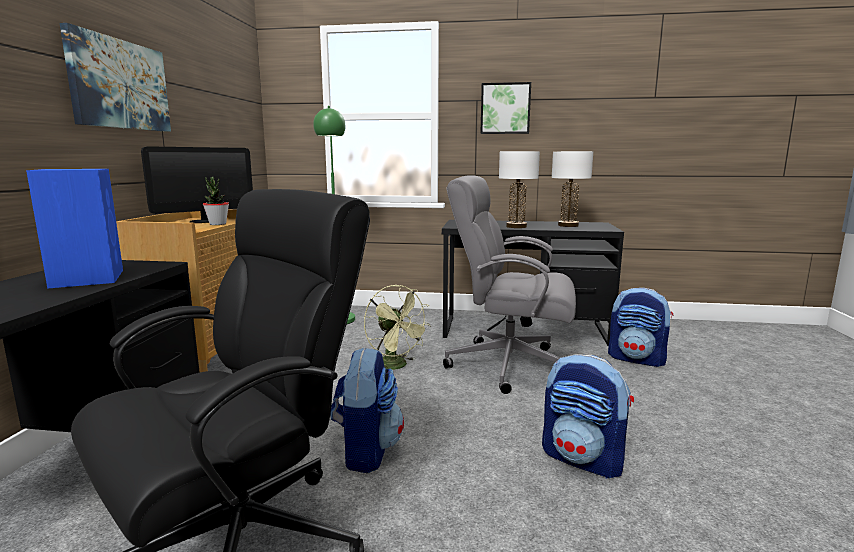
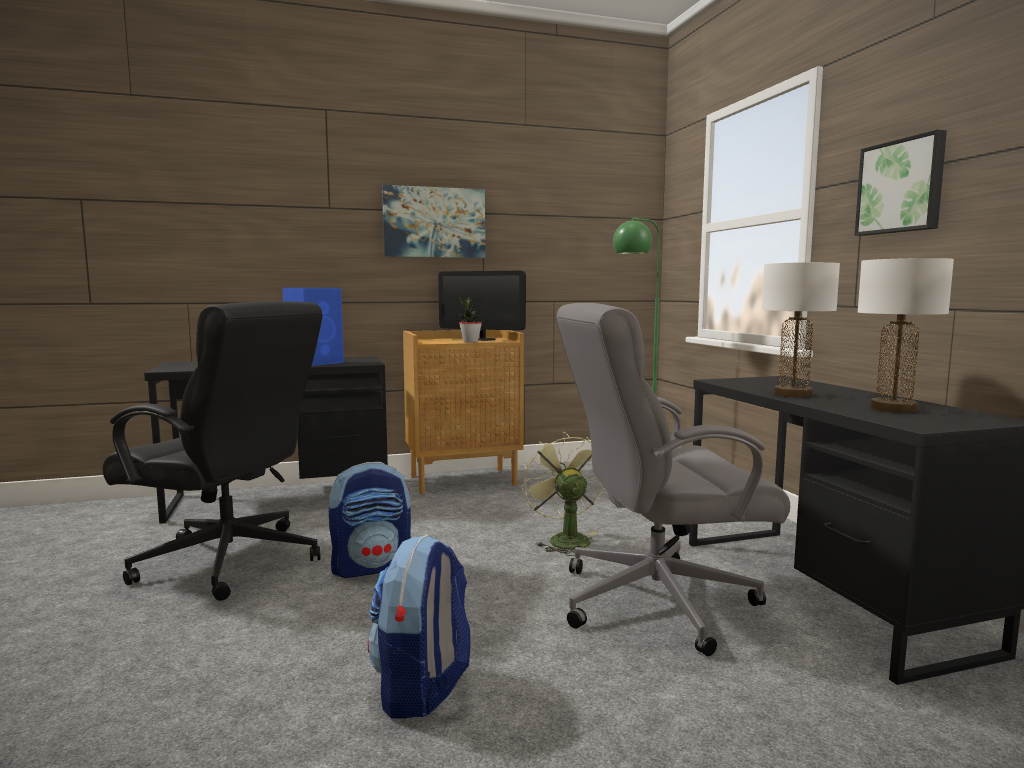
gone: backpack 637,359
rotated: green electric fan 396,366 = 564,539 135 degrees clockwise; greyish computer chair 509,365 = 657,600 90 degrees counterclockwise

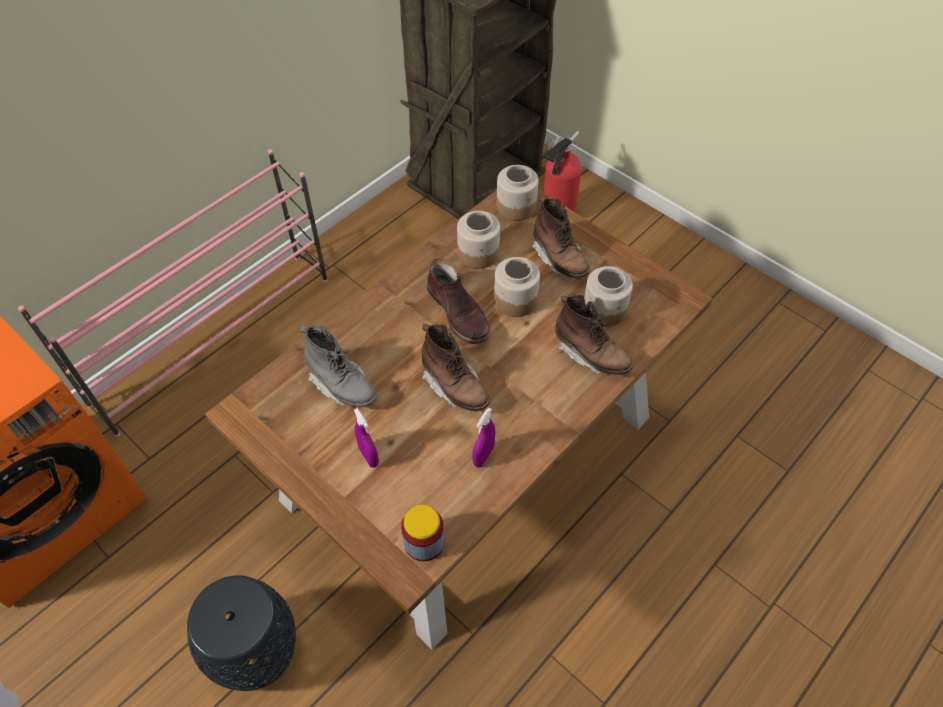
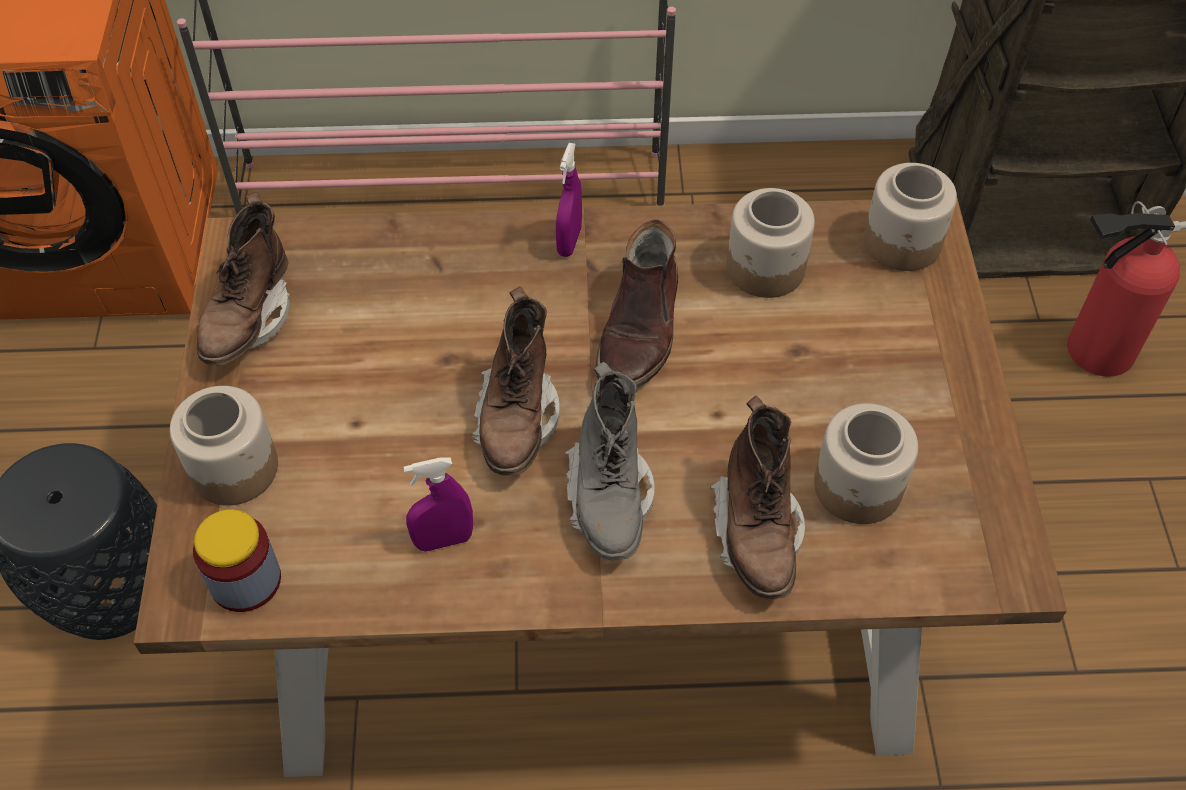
shifted: preserve jar 515,300 to 234,467; brown-coloured boot 559,259 to 248,319; purple-coloured spray bottle 369,456 to 569,241; greyish boot 342,385 to 609,497

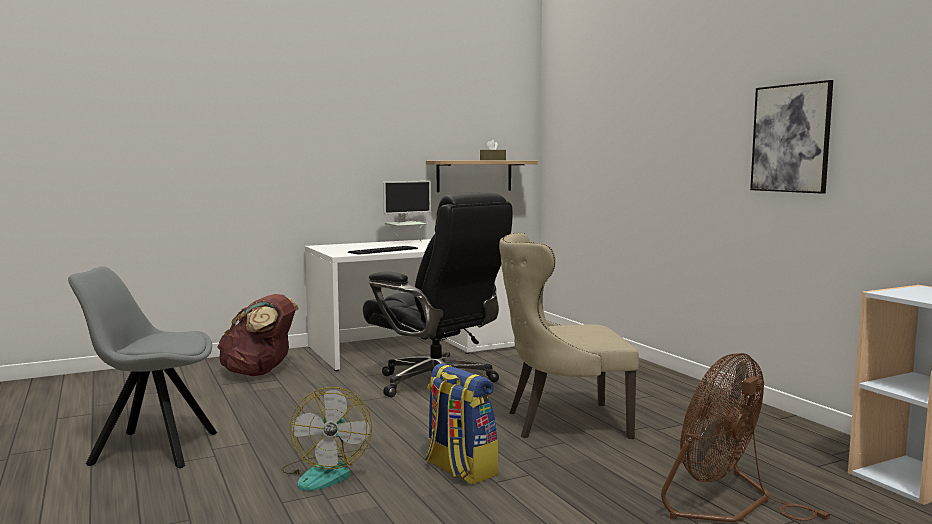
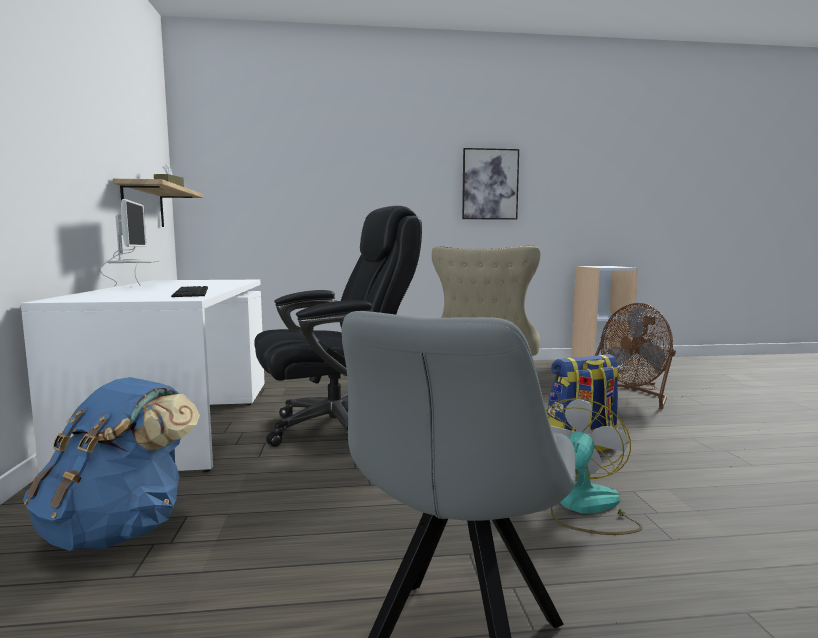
repainted: brown-coloured backpack 260,373 to bluish backpack 120,529
rotated: electric fan 325,473 = 585,507 75 degrees counterclockwise

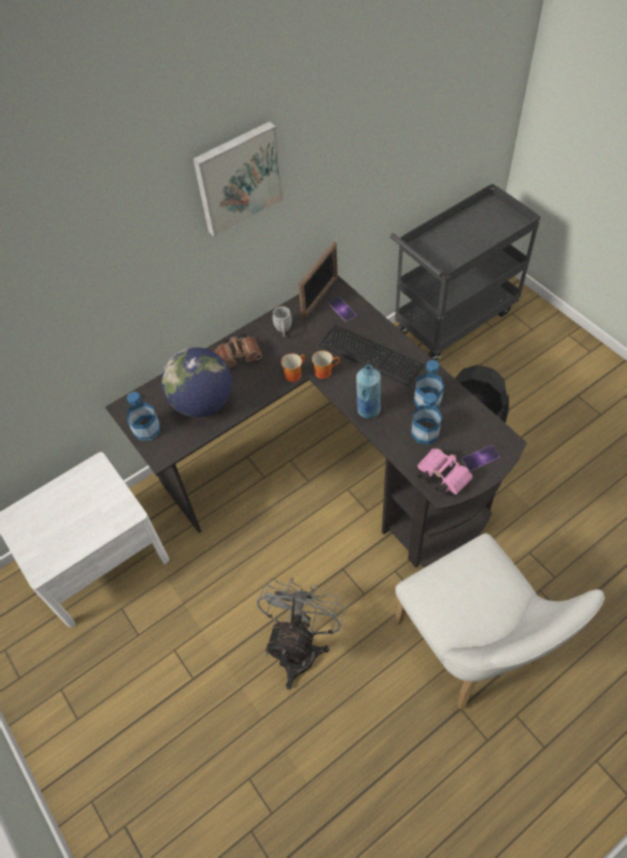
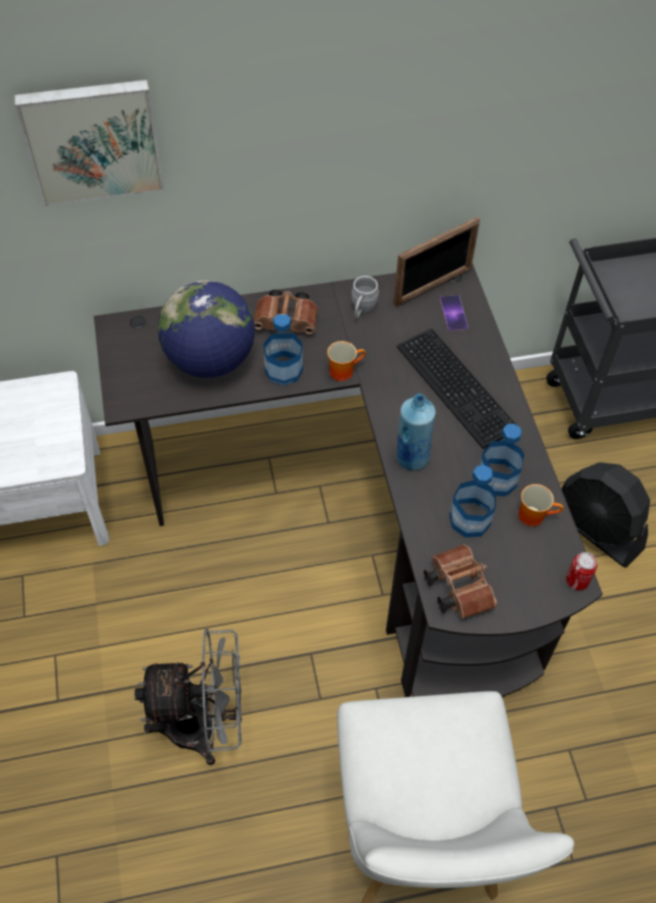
gone: handset 481,458
new: metal can 577,580
shifted: wall picture 237,177 to 92,140; beverage bottle 147,429 to 283,370; mug 324,371 to 534,514
repainted: pinkish binoculars 440,477 to brown-coloured binoculars 457,586
rotated: greyish electric fan 300,647 = 205,726 45 degrees clockwise

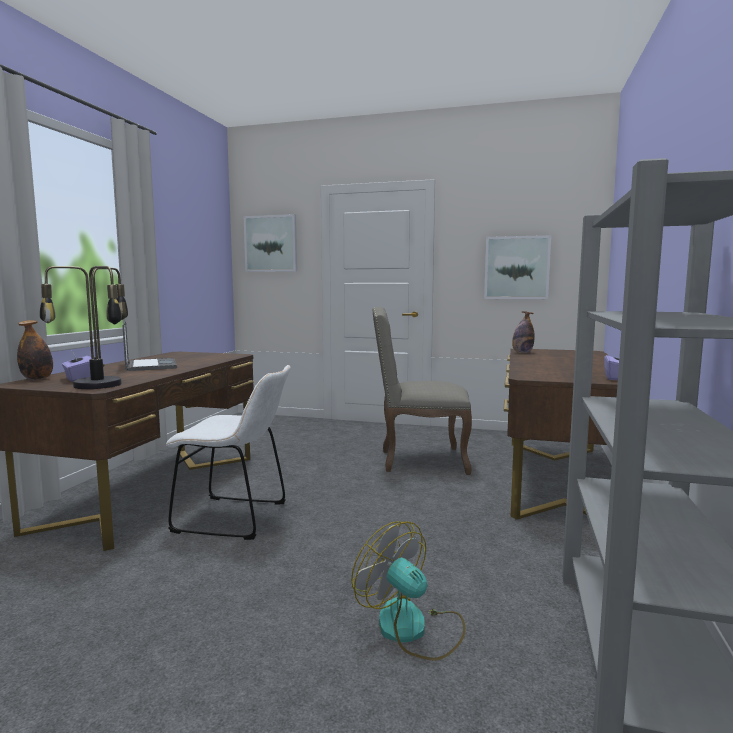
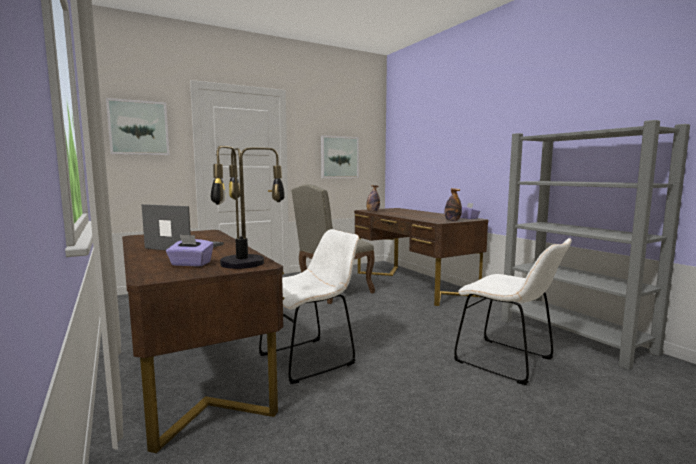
shifted: beverage bottle 37,379 to 452,221
swapped: electric fan 412,629 to white plain chair 508,362

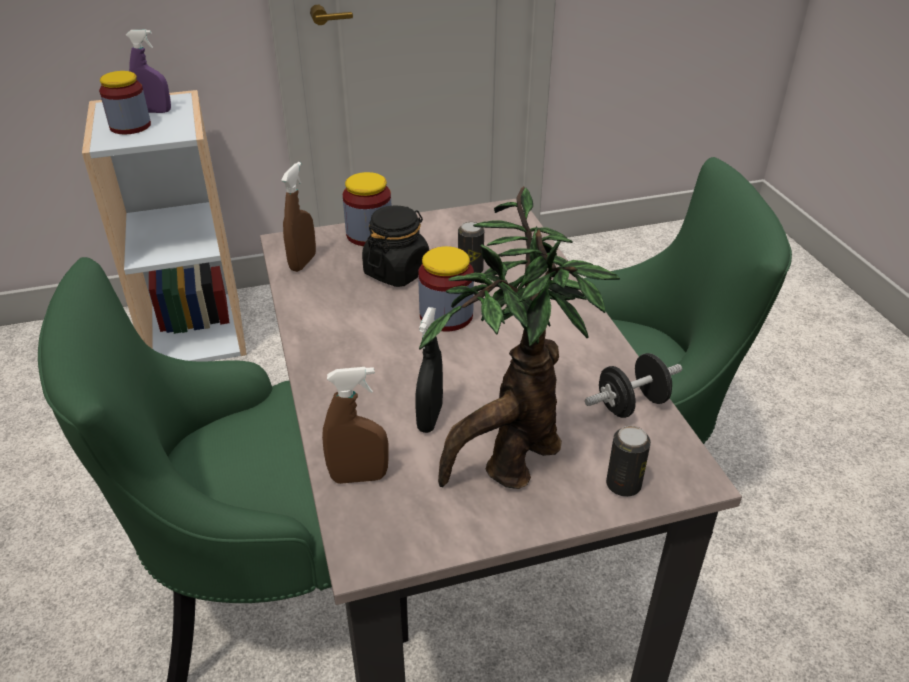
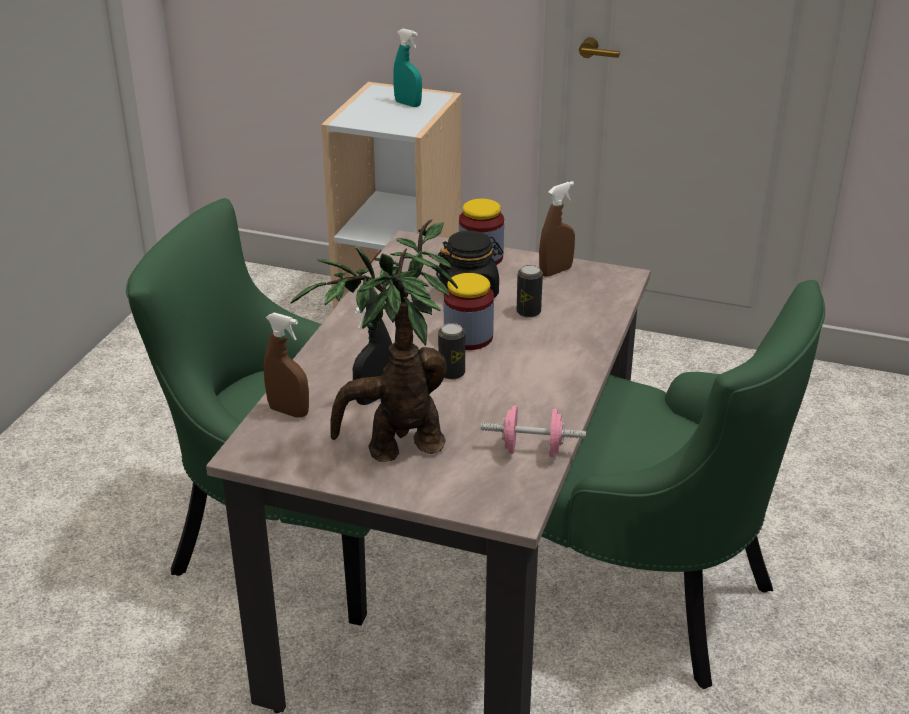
gone: preserve jar 130,126
shifted: metal can 623,485 to 451,373; brown-coloured spray bottle 303,262 to 555,271
repainted: purple-coloured spray bottle 155,111 to turquoise spray bottle 408,104; blackish hand weight 631,404 to pinkish hand weight 532,450

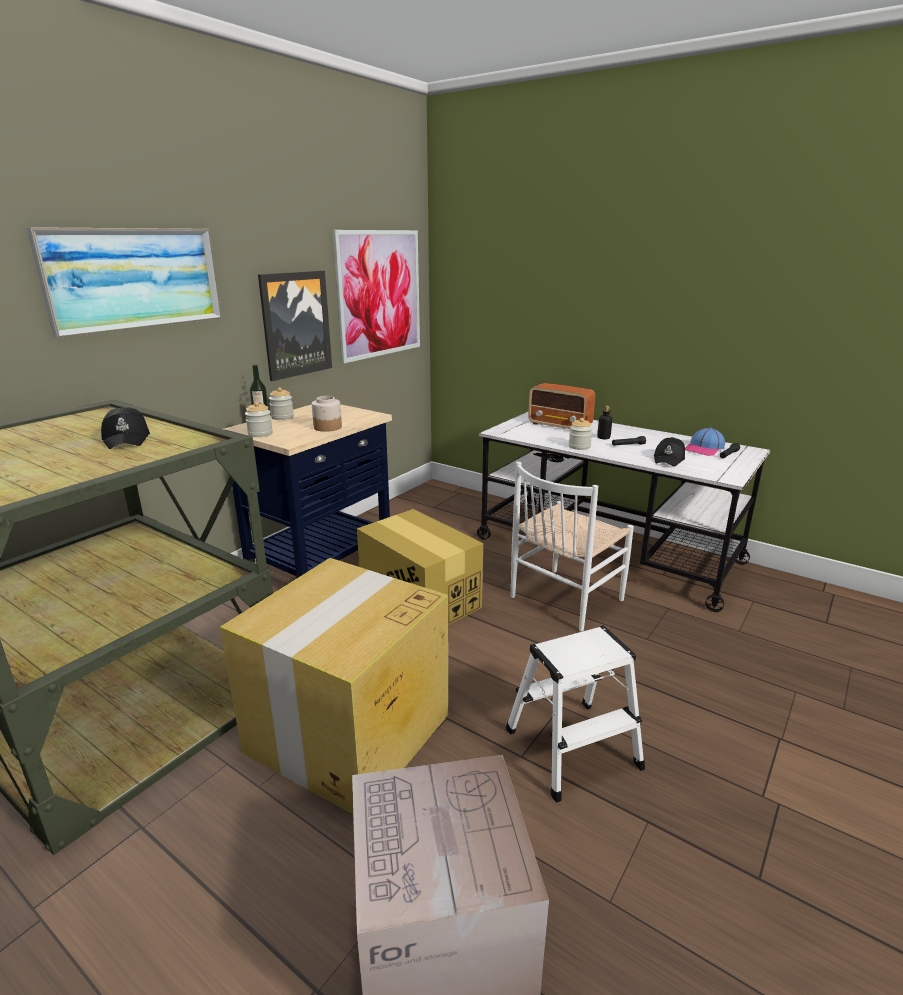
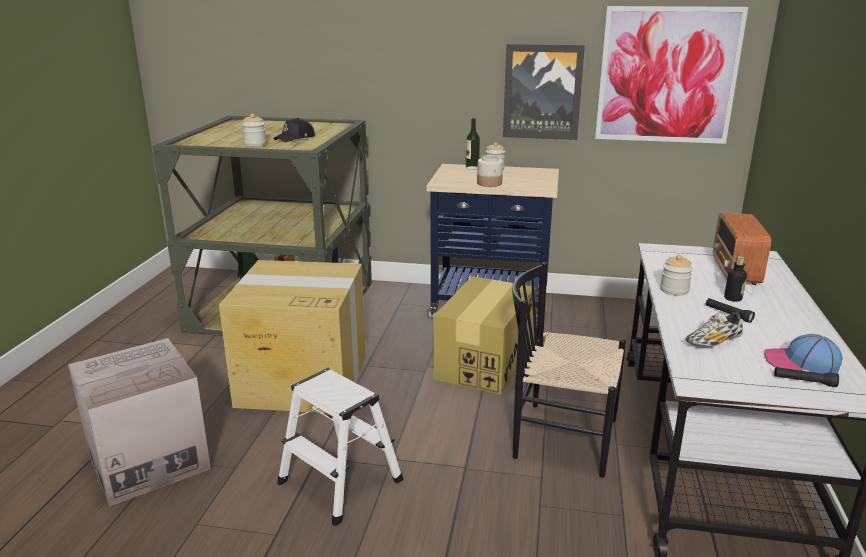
gone: wall picture 134,278
shifted: preserve jar 260,434 to 255,144
swapped: blackish cap 669,459 to item of footwear 713,342
repainted: white plain chair 563,601 to blackish plain chair 560,437

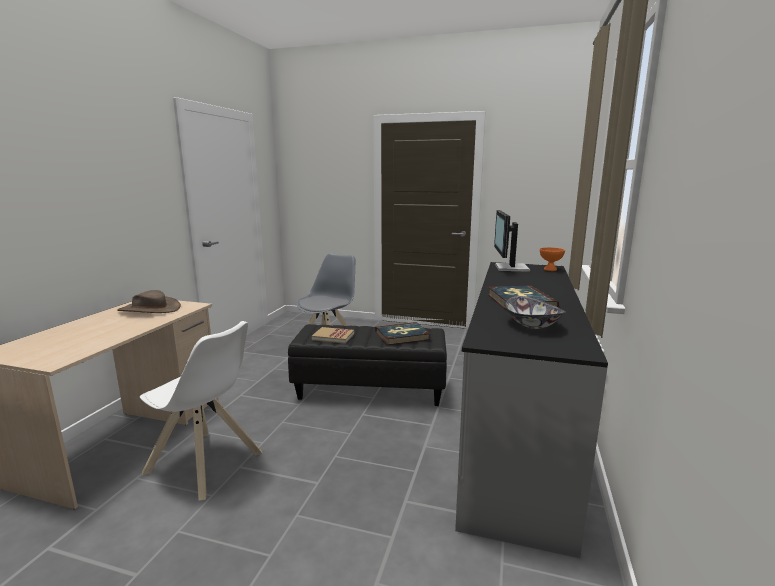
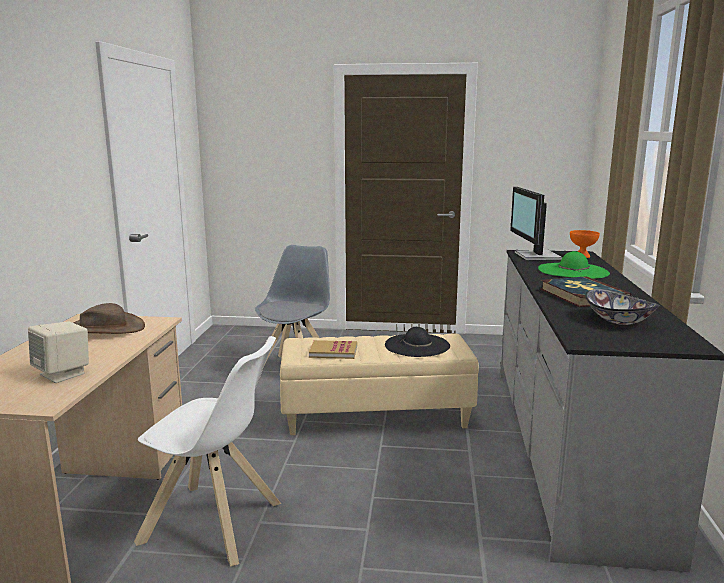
new: sand-coloured speaker 63,374; green clothing hat 573,271
swapped: book 402,336 to blackish clothing hat 417,345
repainted: blackish ottoman 370,390 to sand-coloured ottoman 376,416

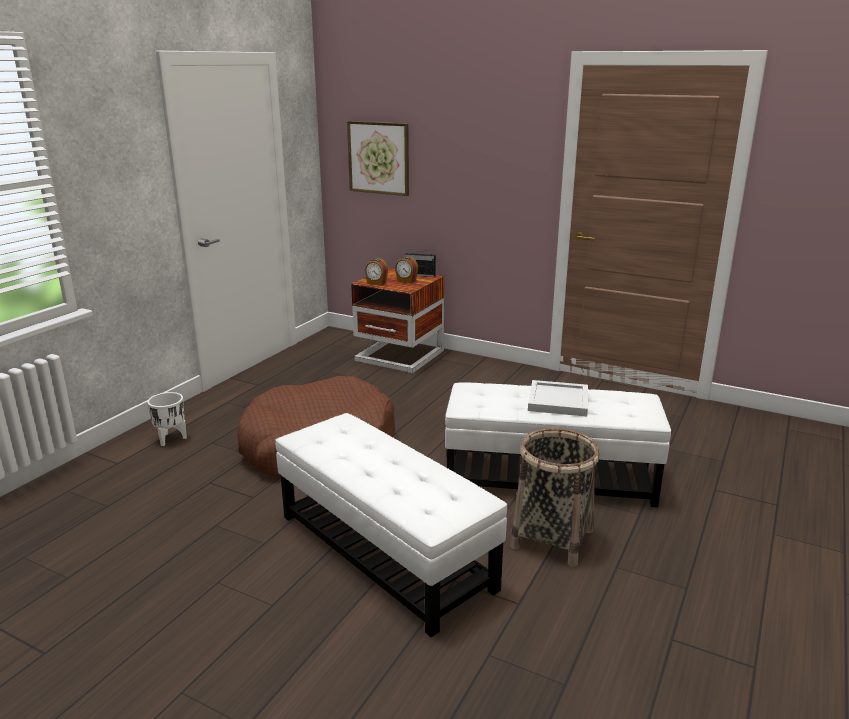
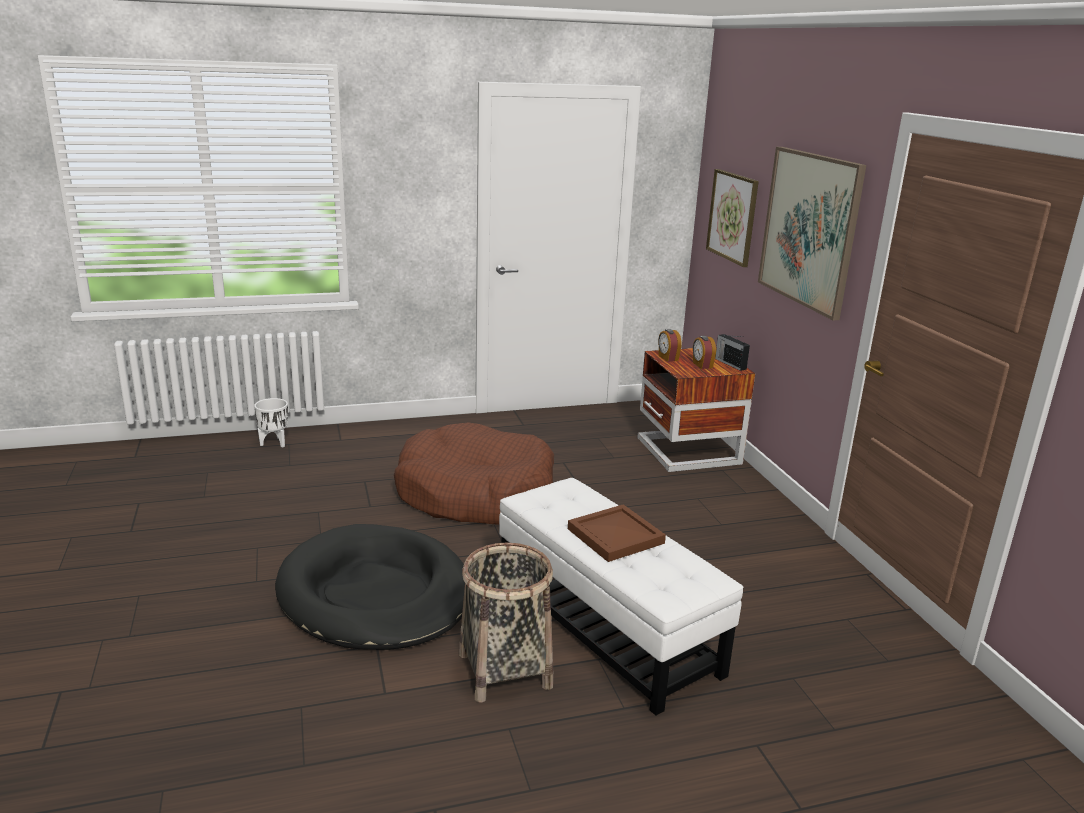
new: wall picture 809,229
shifted: white flower pot 171,439 to 274,443
swapped: white ottoman 385,551 to blackish pet bed 376,594
repainted: white serving tray 557,400 to brown-coloured serving tray 615,535

